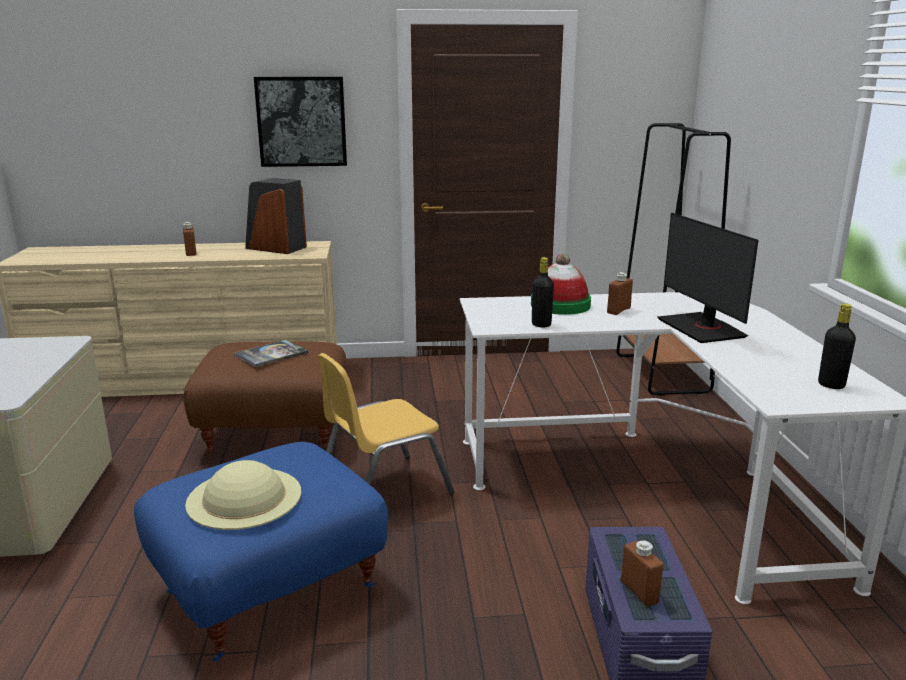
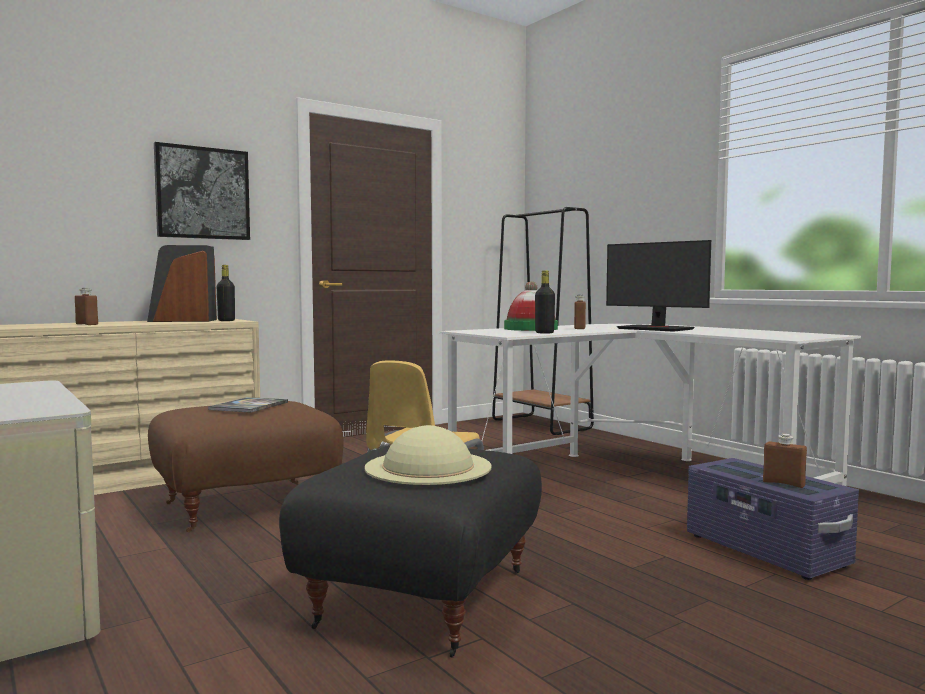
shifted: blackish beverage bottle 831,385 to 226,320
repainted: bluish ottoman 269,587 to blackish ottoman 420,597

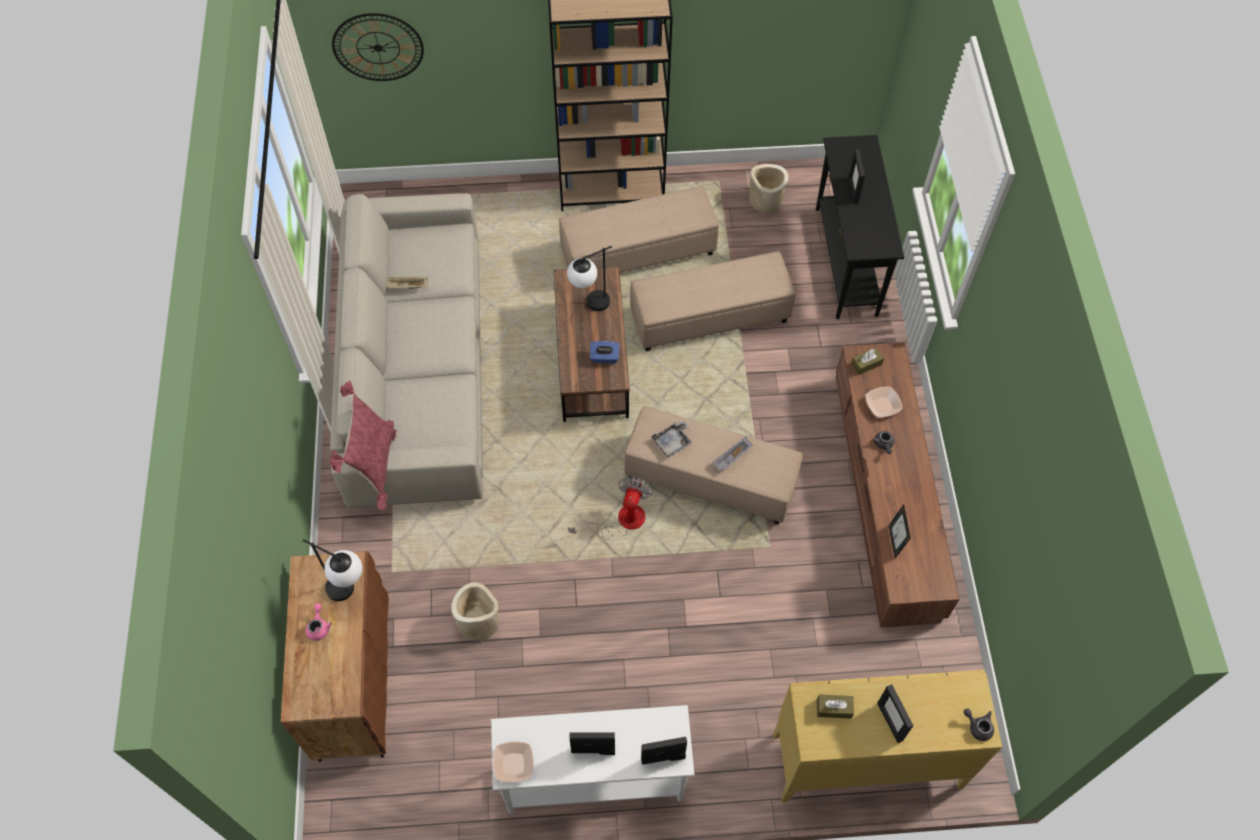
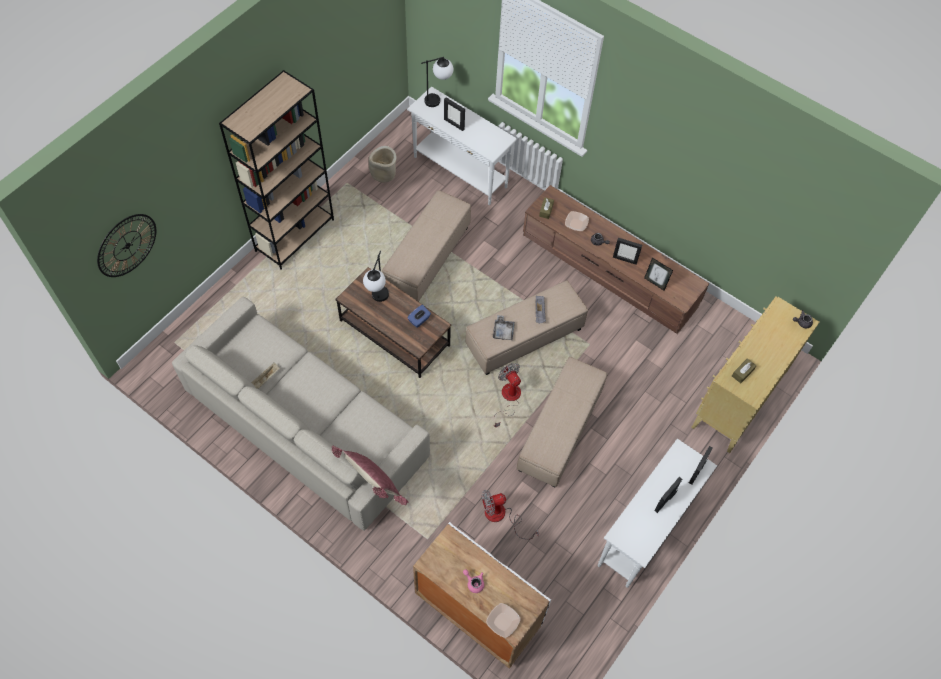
shifted: tabletop lamp 350,593 to 438,99; serving bowl 513,764 to 503,622; sand-coloured ottoman 638,251 to 559,430; standing frame 890,721 to 625,259
swapped: sand-coloured flower pot 479,622 to electric fan 501,516
repainted: blackish narrow table 847,262 to white narrow table 461,172; brown-coloured cabinet 353,681 to white cabinet 477,611

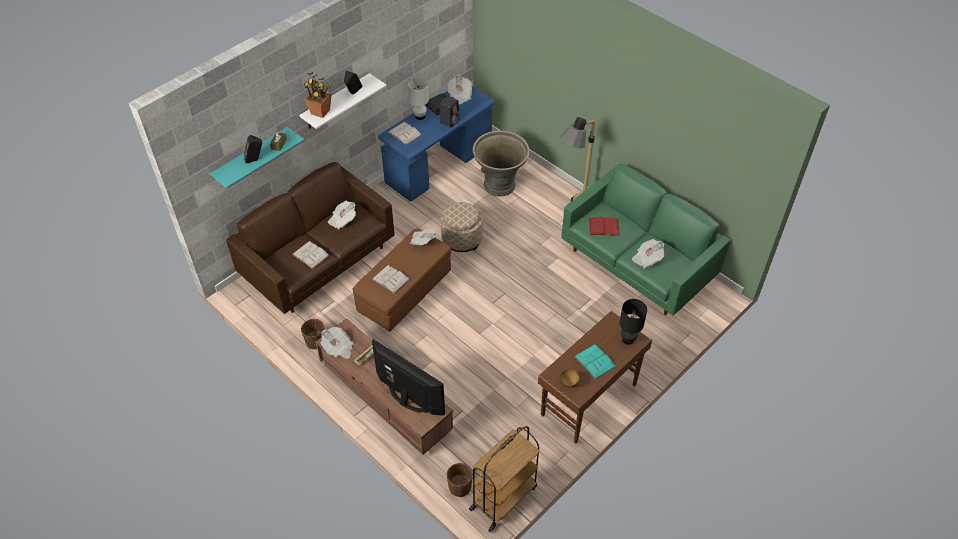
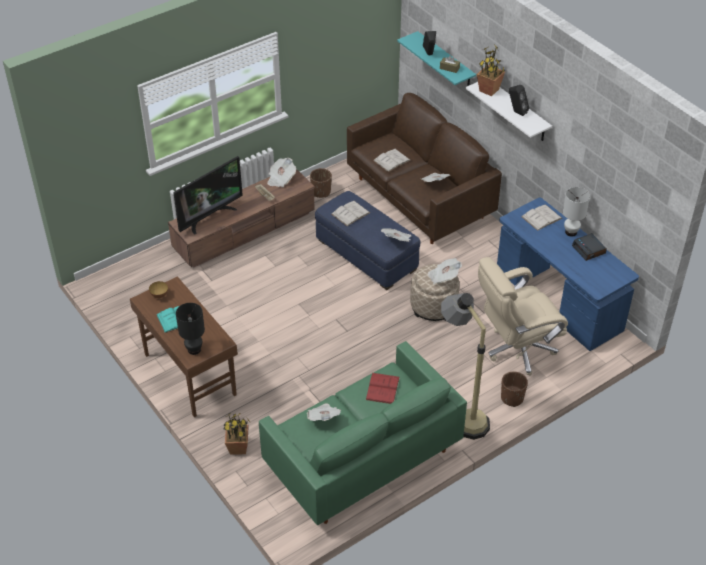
gone: blackish speaker 450,121; brown-coloured cart 504,498
new: houseplant 238,447
shifted: newspaper 460,95 to 443,277; brown-coloured flower pot 460,487 to 512,398
swapped: greyish flower pot 500,186 to sand-coloured computer chair 516,350
repainted: brown-coloured ottoman 404,292 to bluish ottoman 367,255

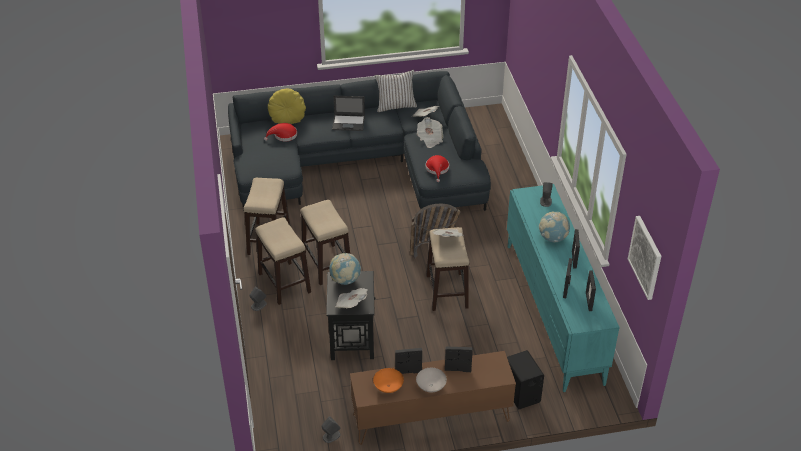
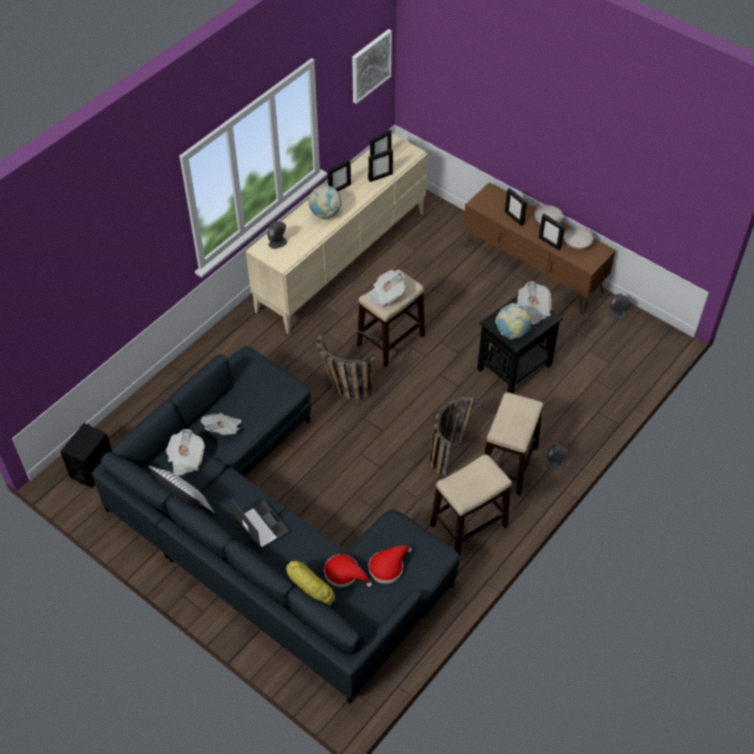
shifted: blackish speaker 521,393 to 92,468; red-coloured clothing hat 437,169 to 388,566
swapped: sitting stool 326,264 to storage basket 450,451
repainted: turquoise cabinet 554,312 to sand-coloured cabinet 342,260; orange serving bowl 388,386 to white serving bowl 576,245

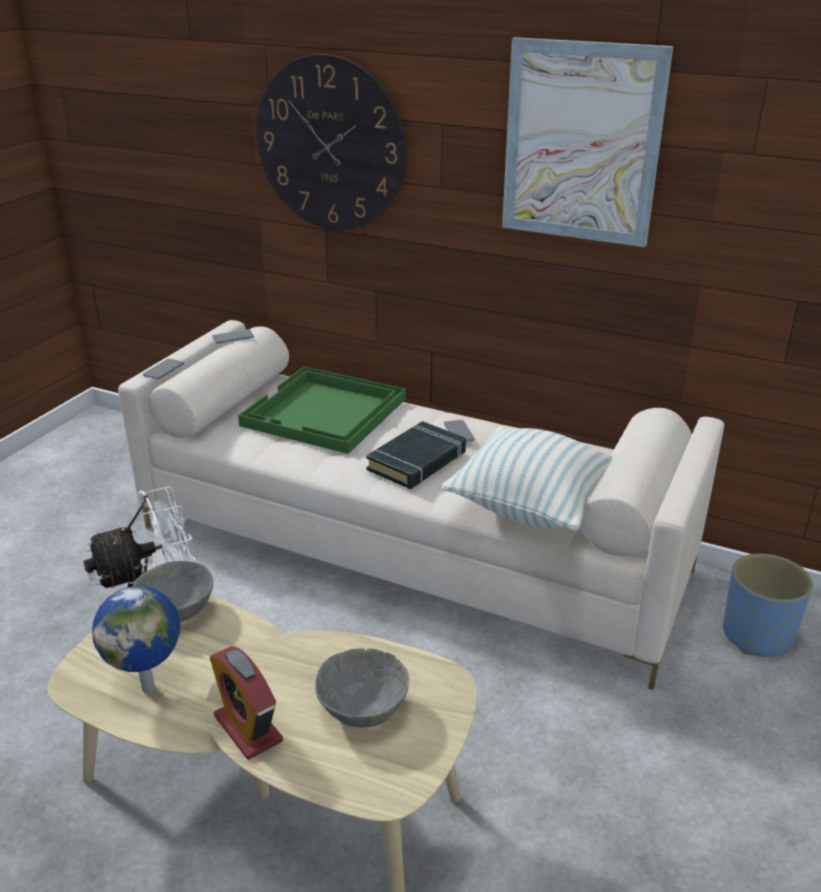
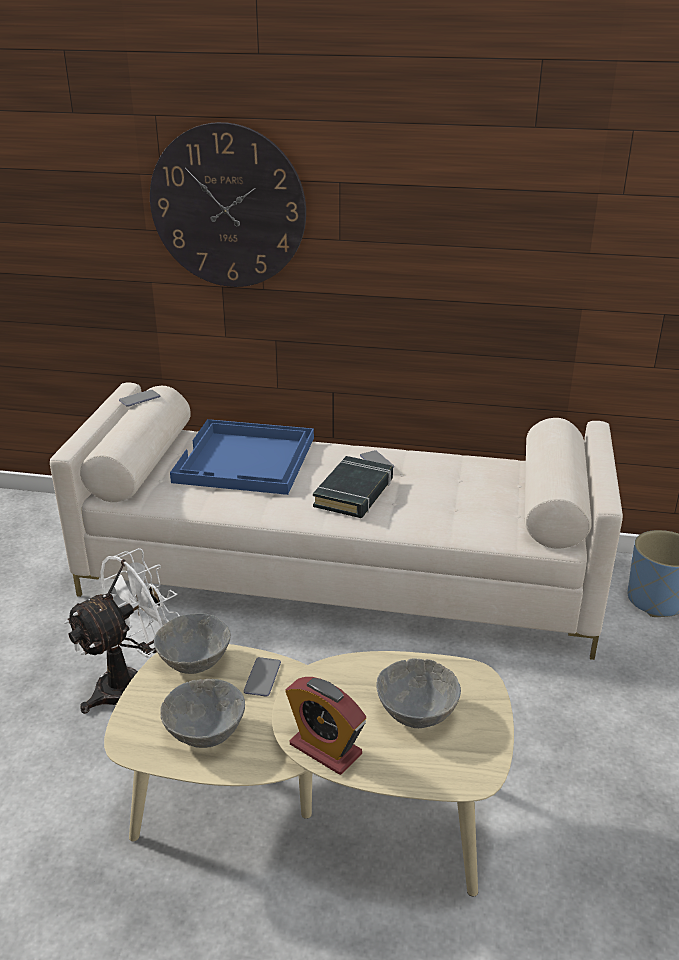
gone: pillow 532,507; wall picture 581,143
shifted: handset 163,370 to 262,677
swapped: desk globe 149,687 to greyish serving bowl 205,733
repainted: green serving tray 325,413 to bluish serving tray 246,460

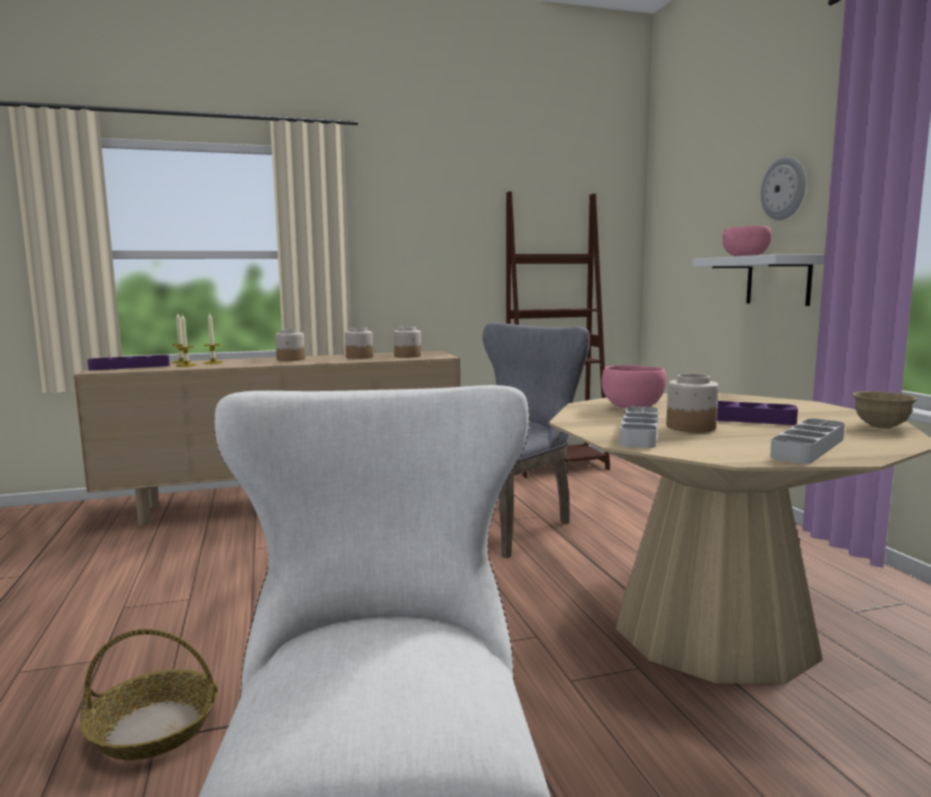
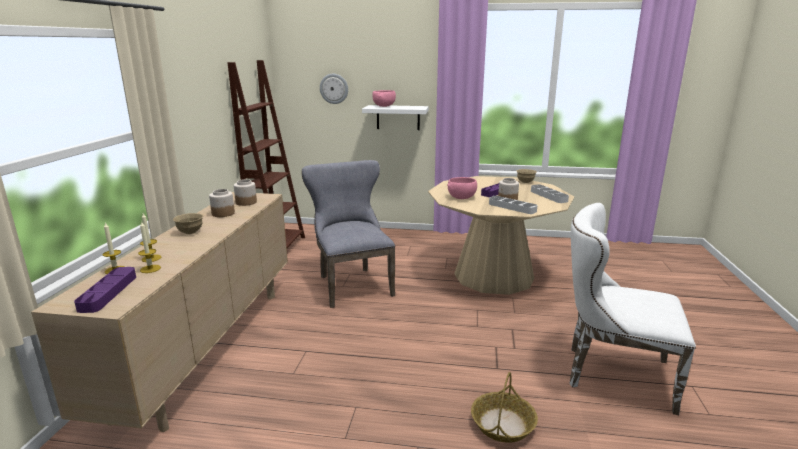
shifted: wall clock 784,189 to 334,88
swapped: preserve jar 291,359 to sand-coloured serving bowl 190,232

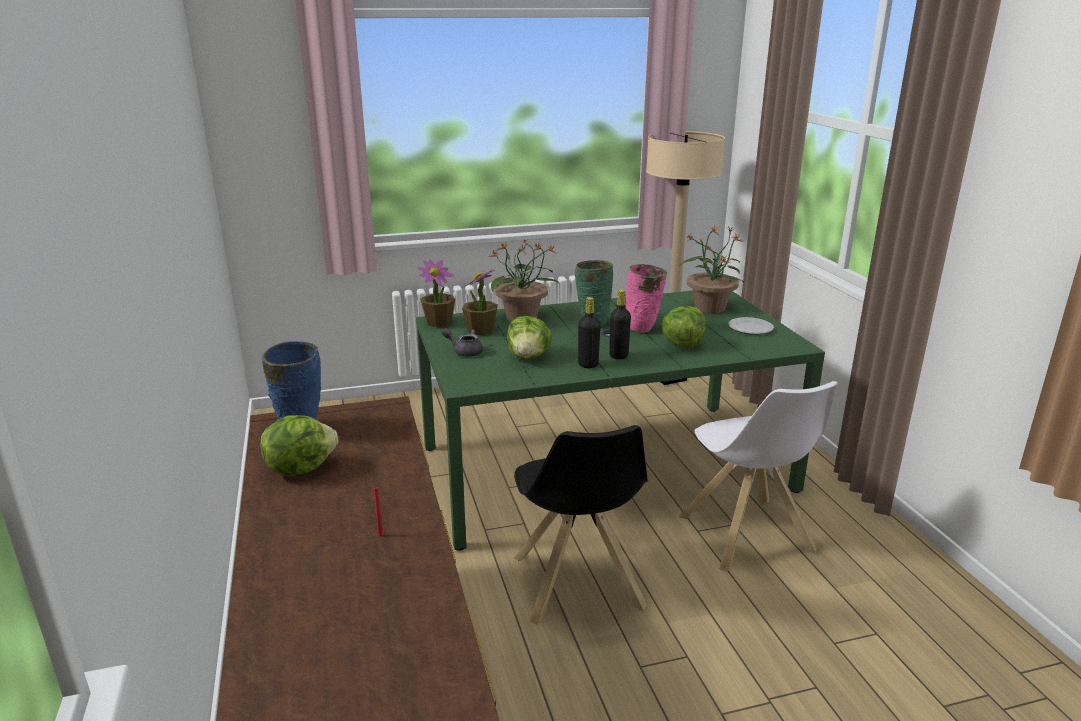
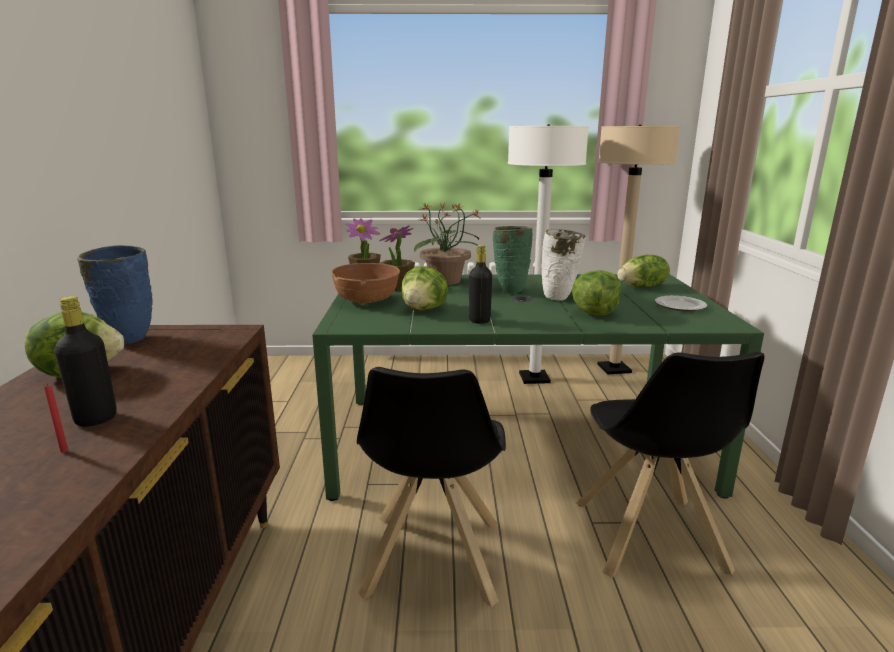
new: white standing lamp 534,378
shifted: blackish beverage bottle 618,356 to 96,419
swapped: greyish pot for tea 464,351 to brown-coloured serving bowl 367,301; houseplant 709,307 to head of lettuce 642,287
repainted: pinkish decorative vase 643,330 to white decorative vase 559,298; white plain chair 747,535 to blackish plain chair 649,538

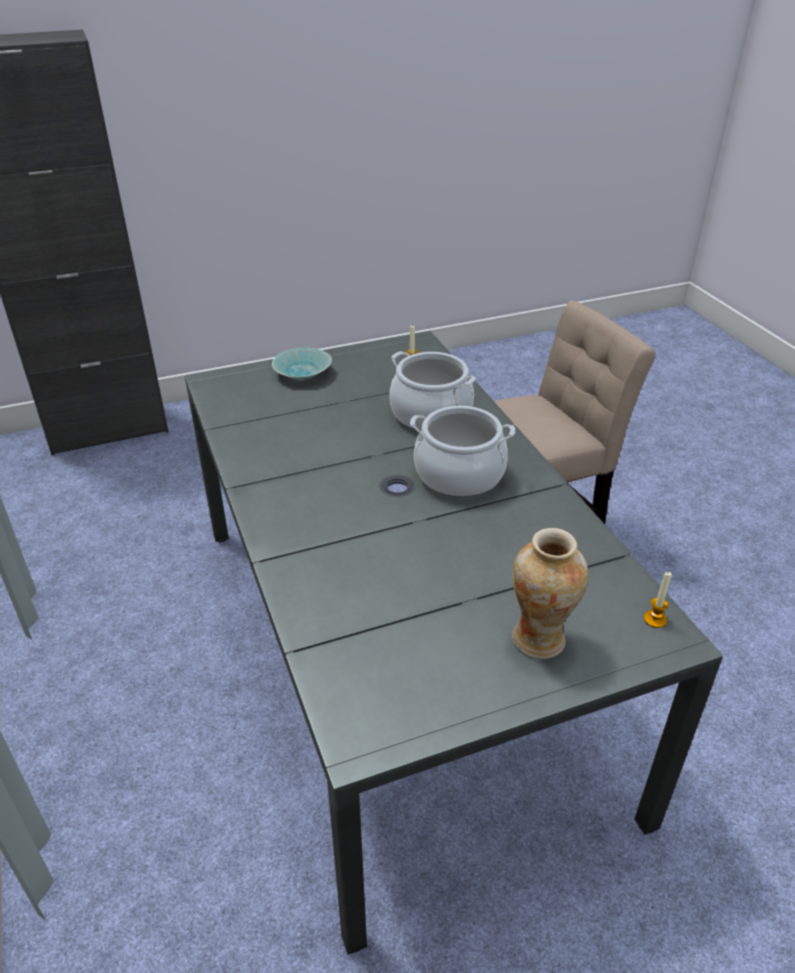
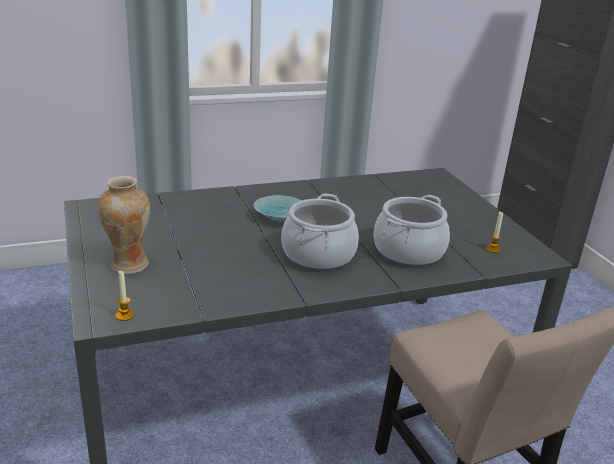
shifted: turquoise serving bowl 301,374 to 278,216

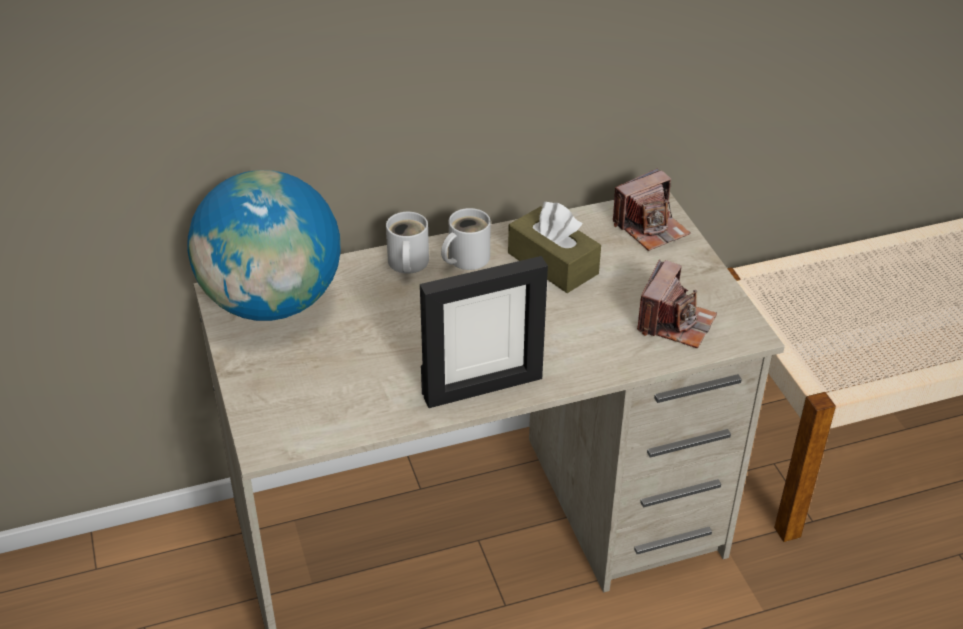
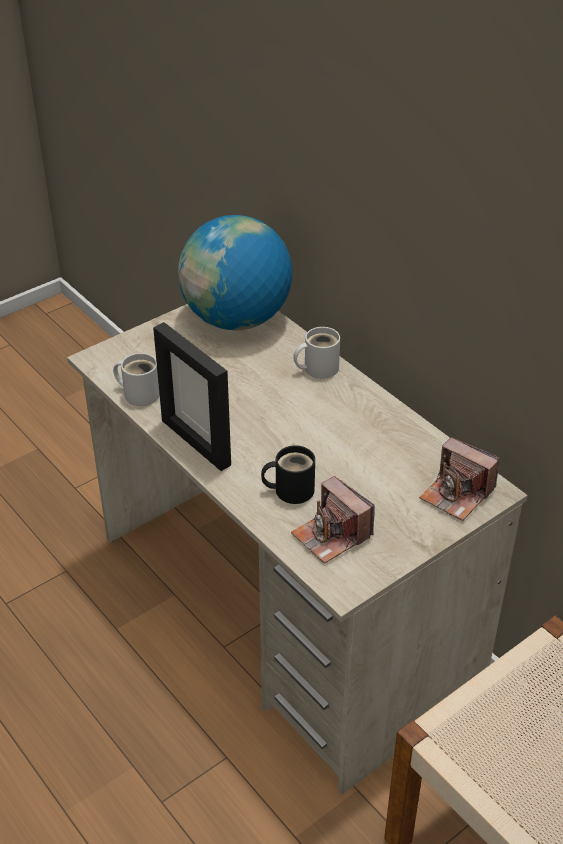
gone: brown-coloured tissue box 552,263
new: blackish mug 290,489
shifted: white mug 465,258 to 139,393
rotated: still camera 675,322 = 331,535 45 degrees clockwise

